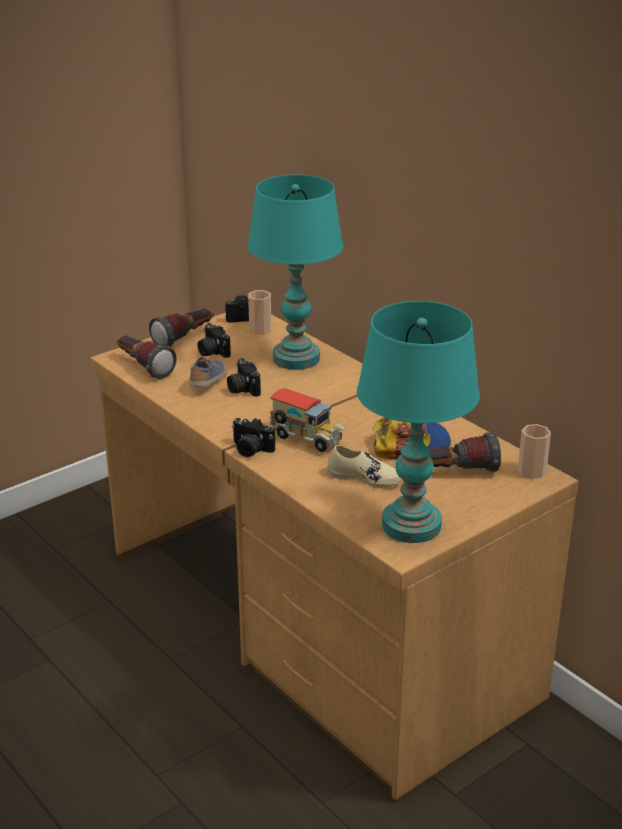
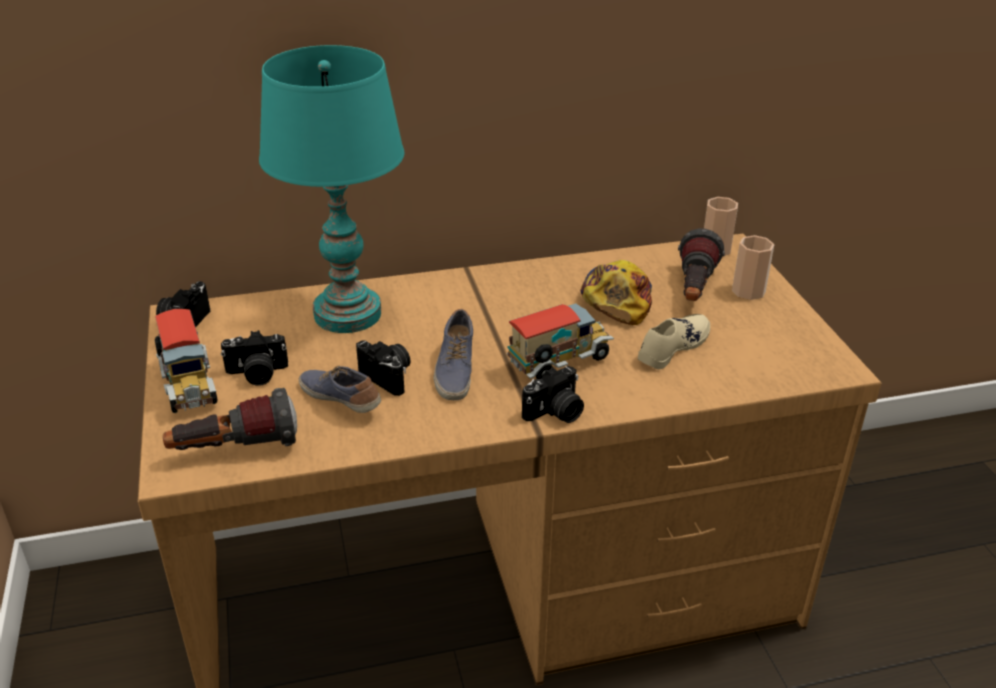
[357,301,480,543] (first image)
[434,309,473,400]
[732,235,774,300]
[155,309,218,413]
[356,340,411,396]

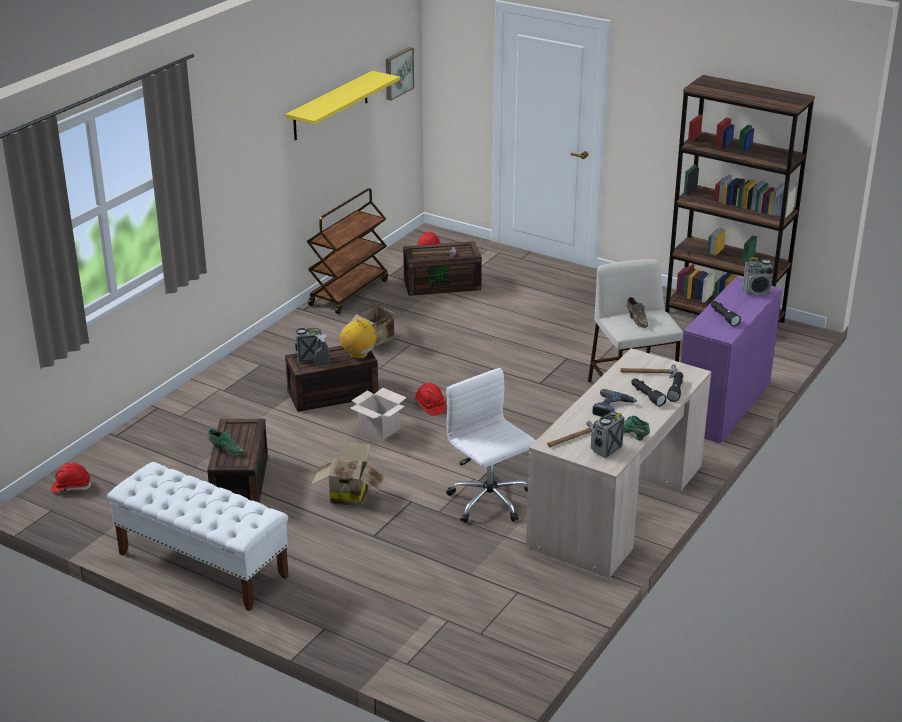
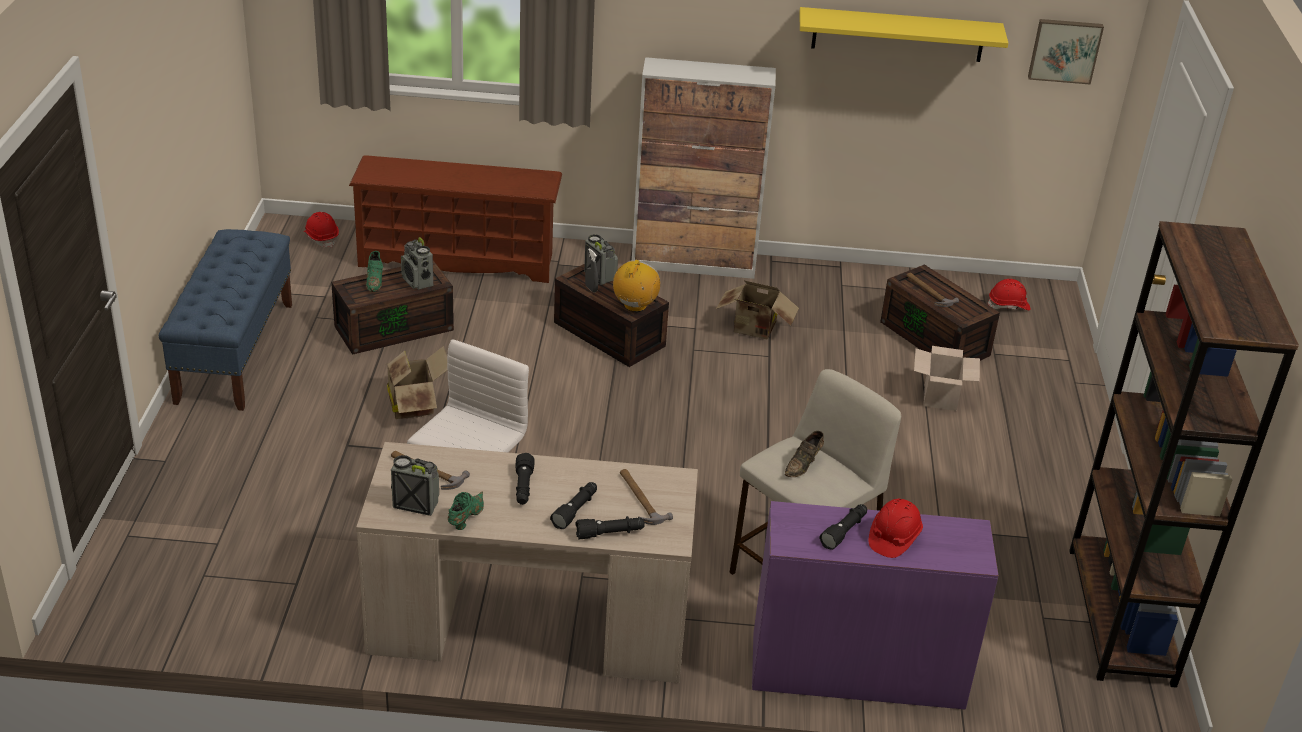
[307,188,388,314] (first image)
[349,155,562,283]
[632,57,776,279]
[914,346,980,411]
[869,499,923,558]
[401,237,433,290]
[515,453,535,505]
[159,229,292,411]

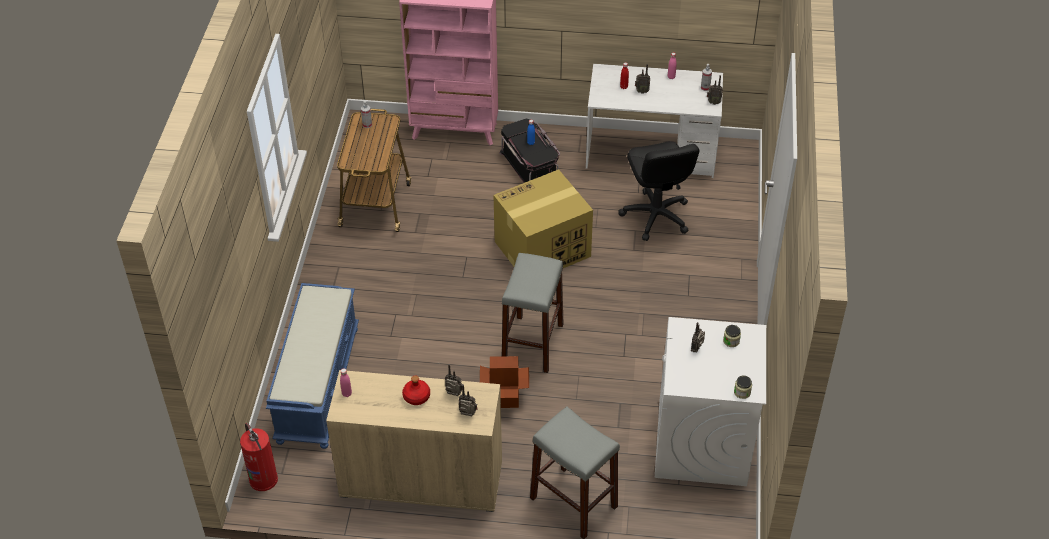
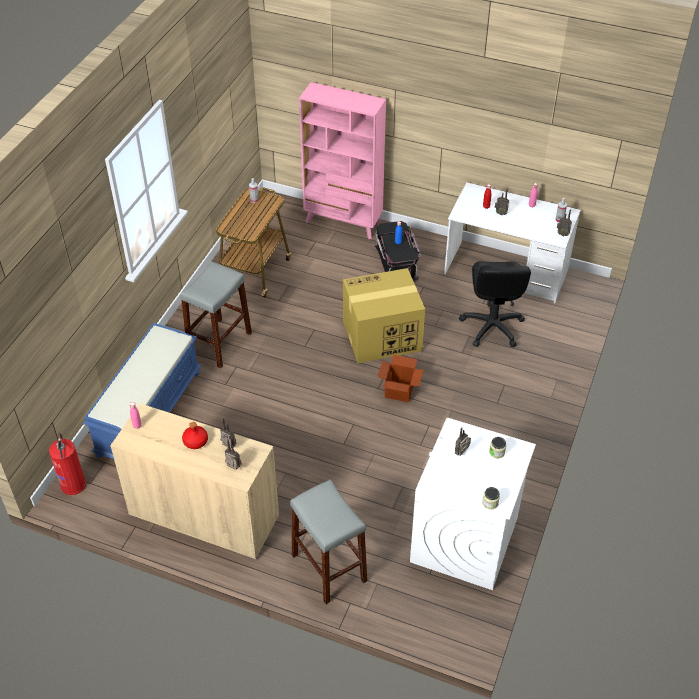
[378,355,424,402]
[180,262,252,368]

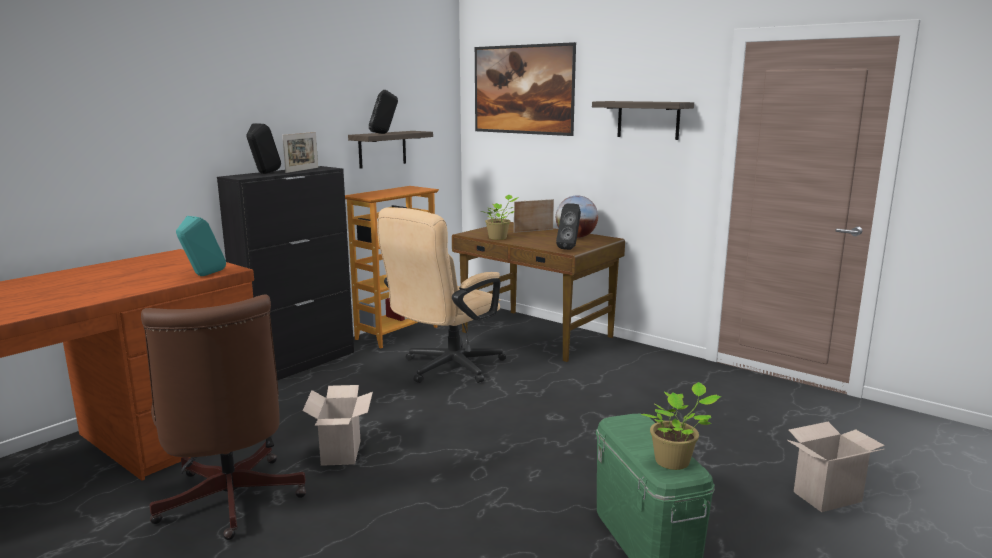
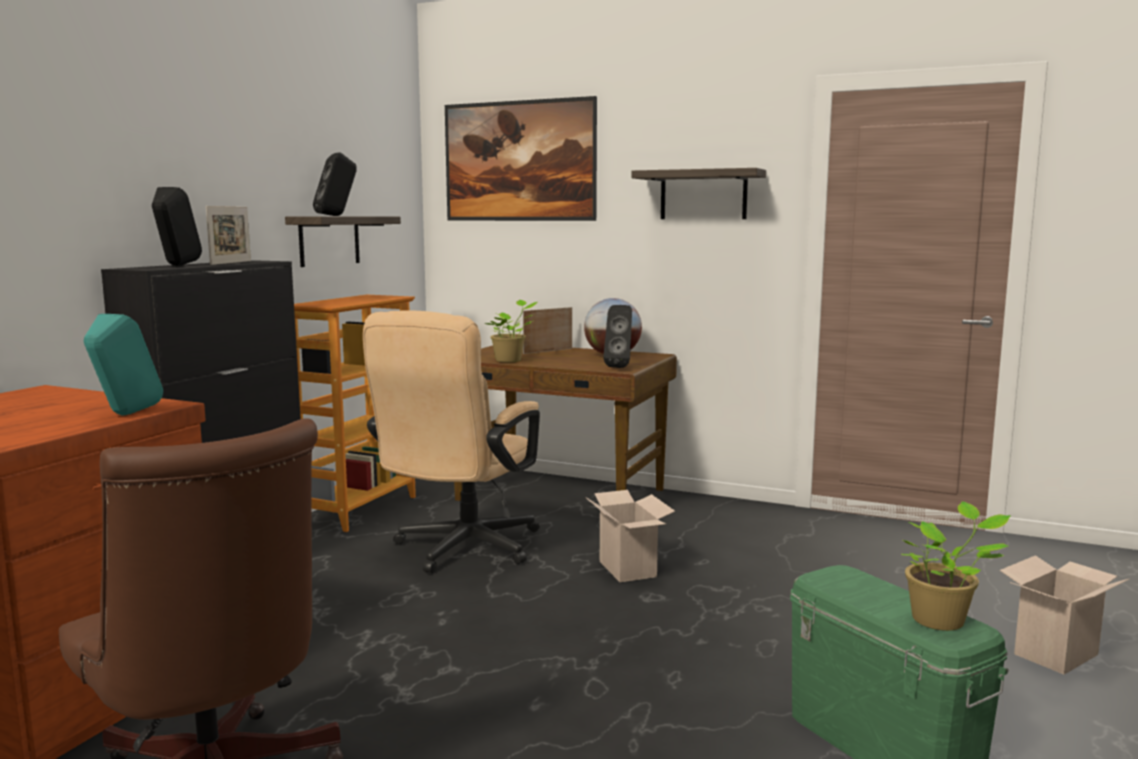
[585,490,675,582]

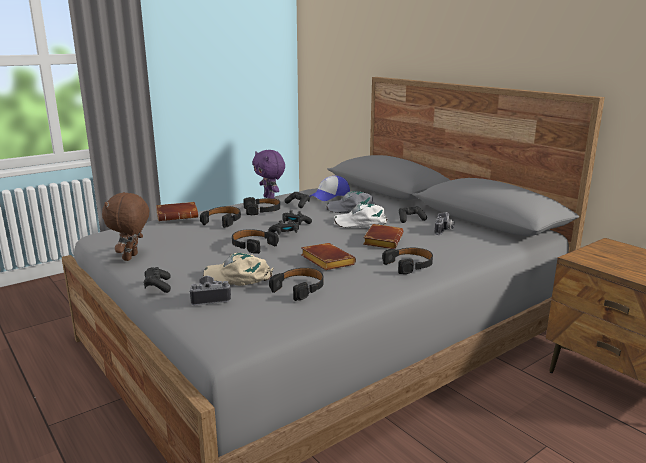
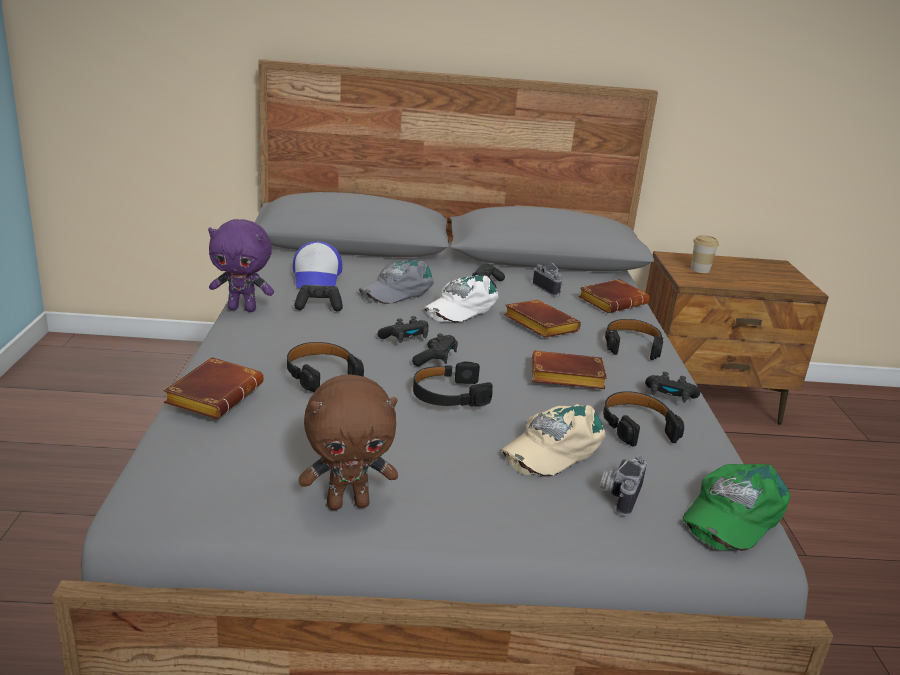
[243,197,280,215] (first image)
[578,279,650,313]
[683,464,790,551]
[691,235,719,273]
[645,372,700,403]
[299,374,398,510]

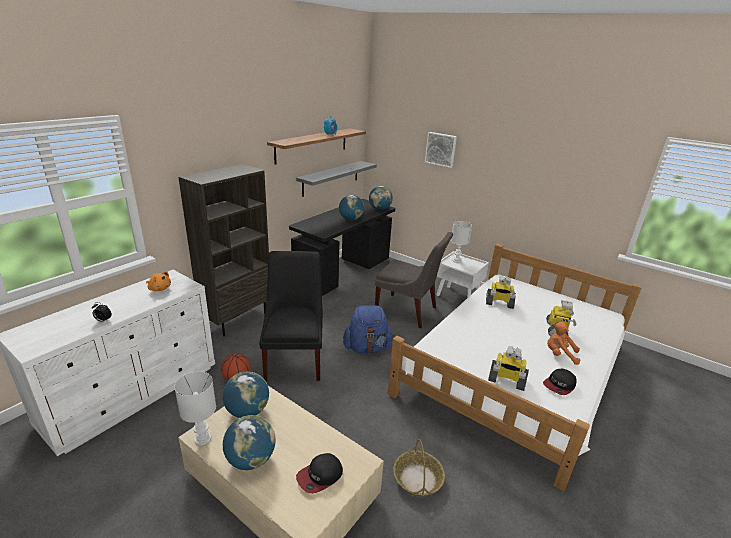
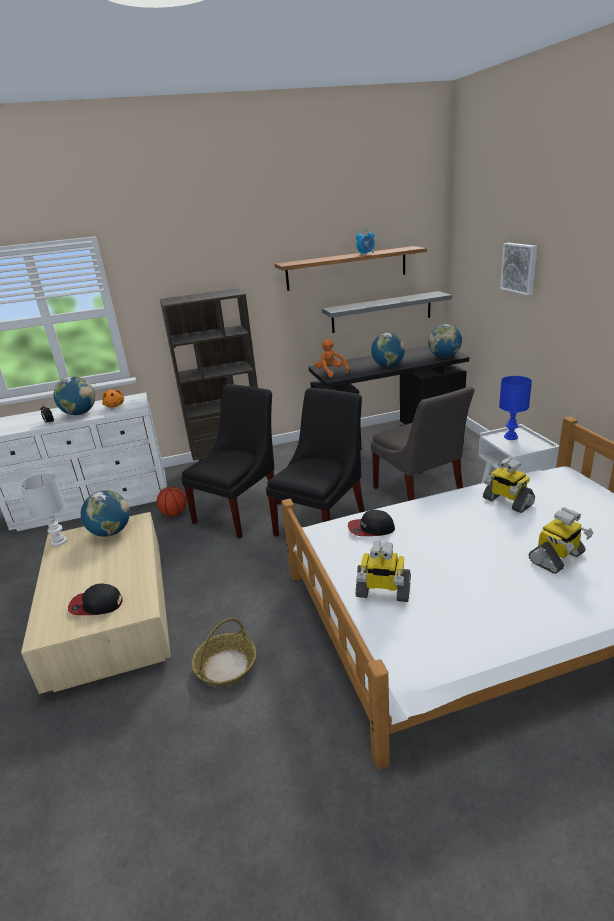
[54,377,95,415]
[348,510,395,536]
[315,339,349,378]
[266,388,365,537]
[499,376,532,440]
[355,541,411,602]

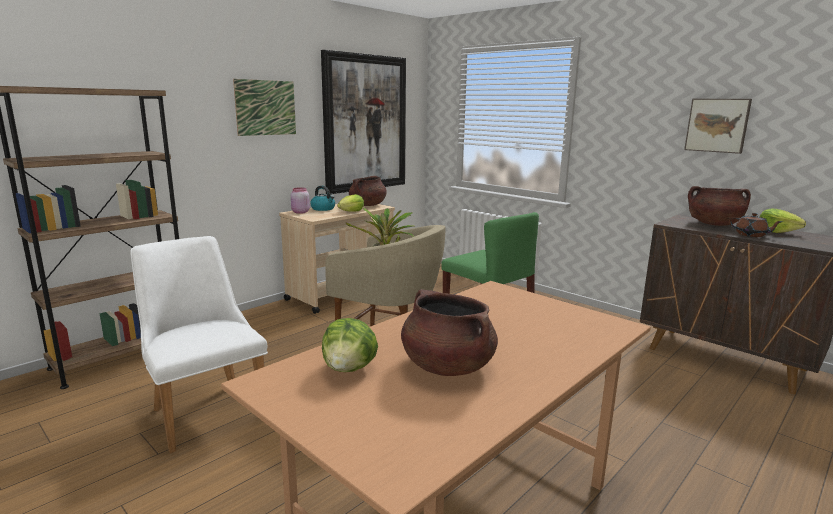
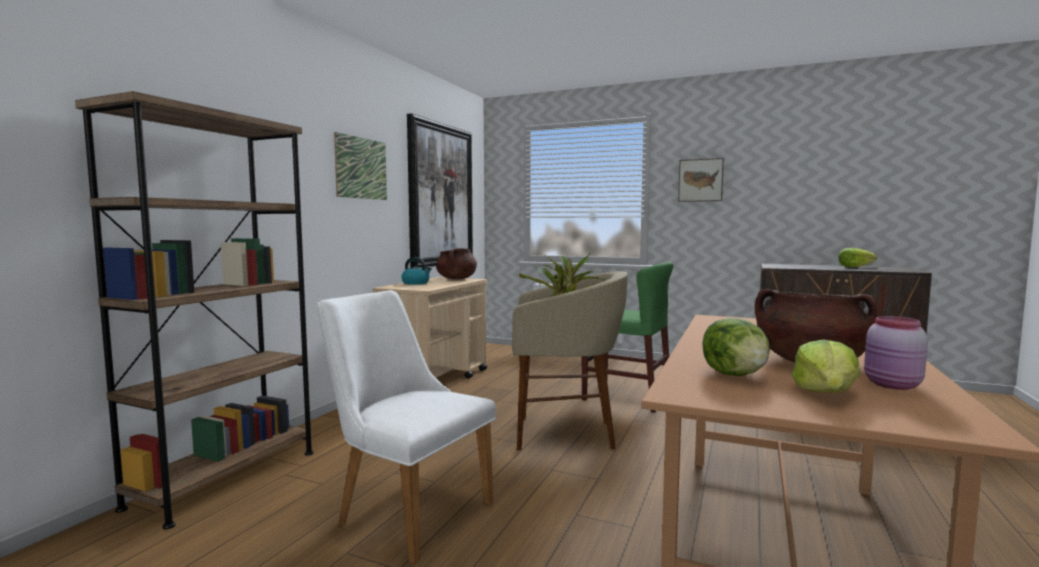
[688,186,751,226] (first image)
[729,213,783,237] (first image)
[864,316,928,390]
[792,339,860,392]
[678,158,724,202]

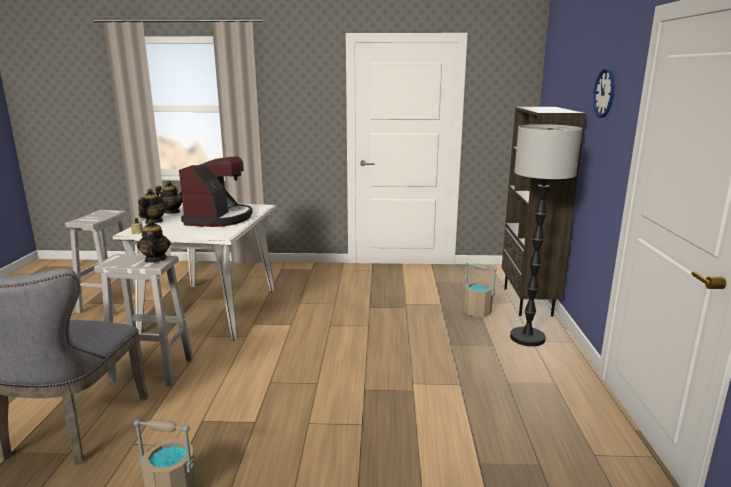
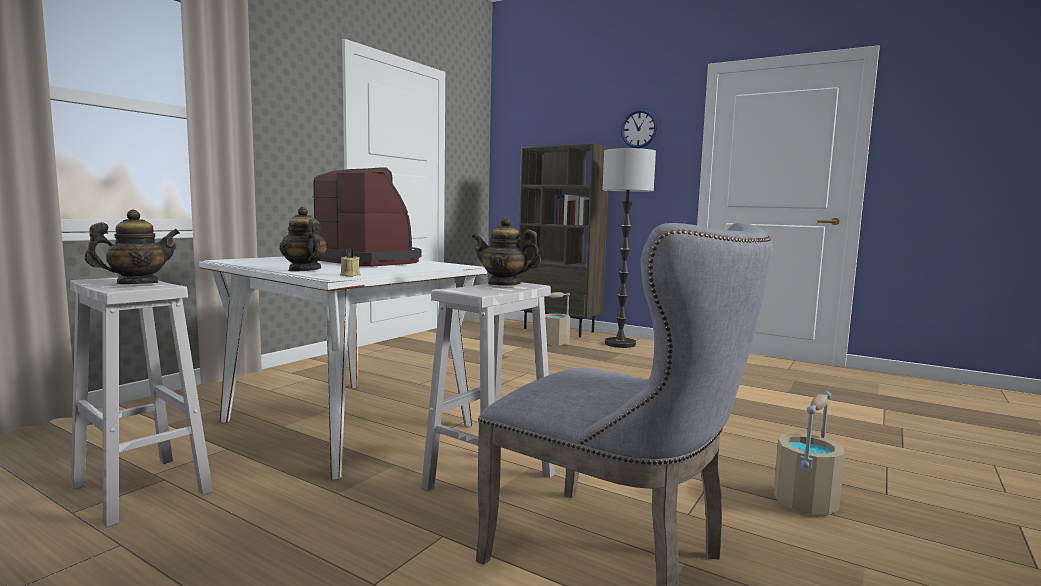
[85,210,180,284]

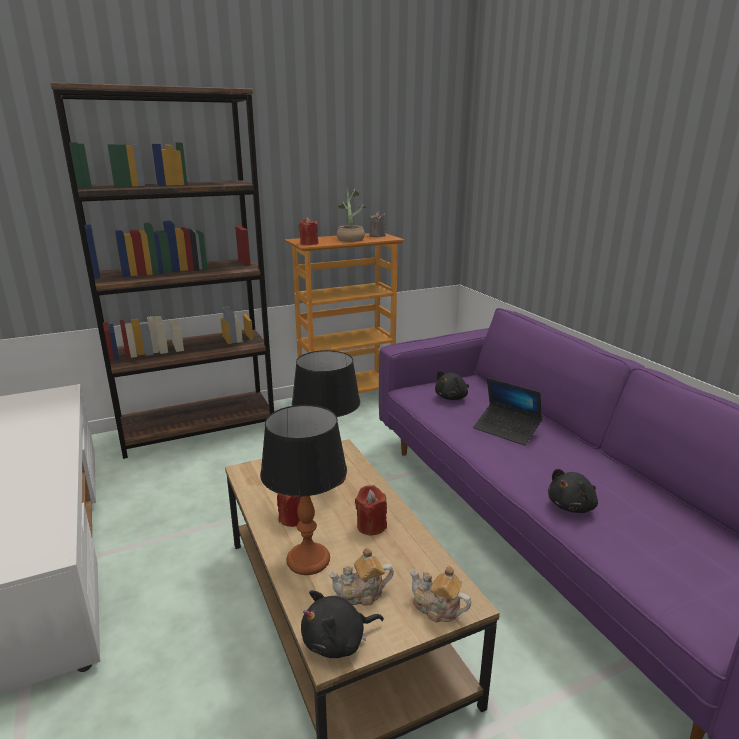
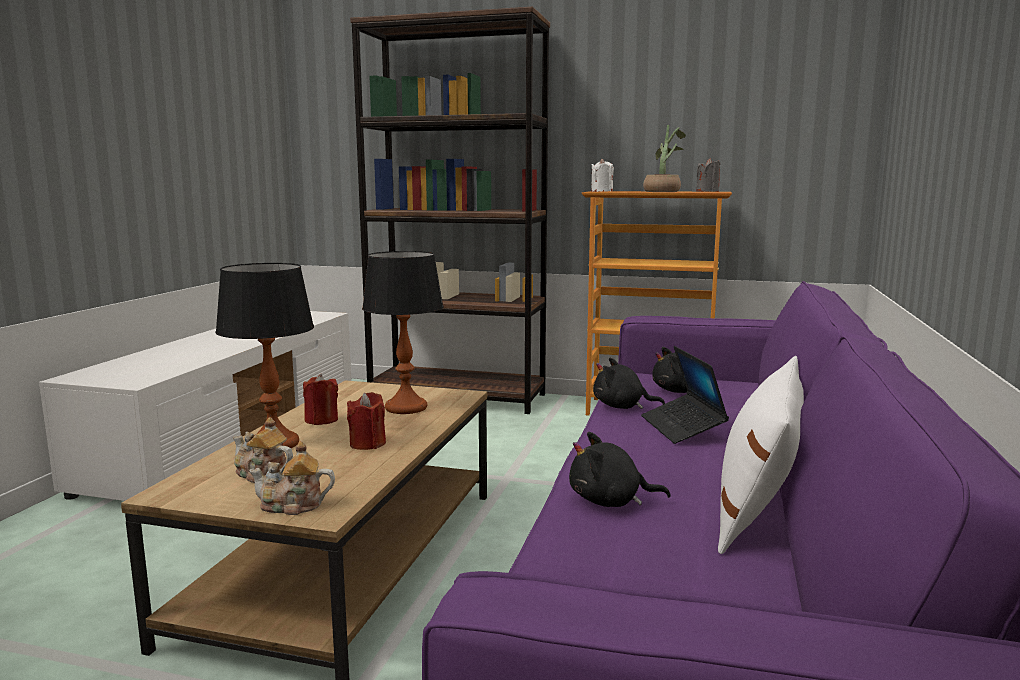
[718,356,804,554]
[593,358,665,409]
[591,159,614,192]
[249,441,335,515]

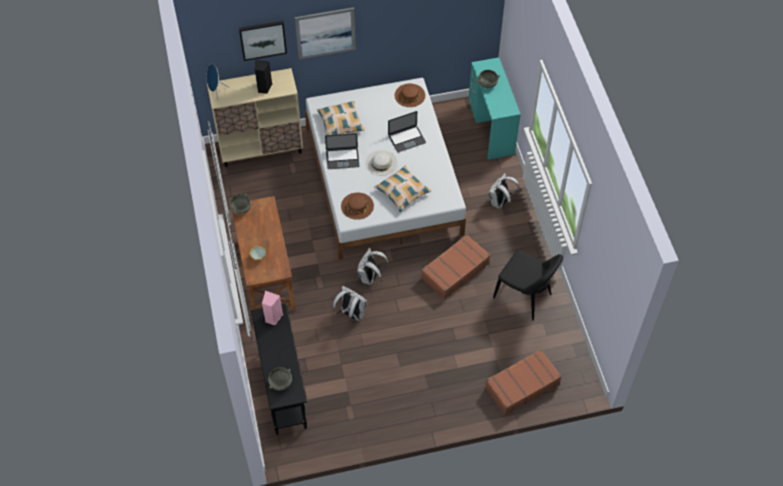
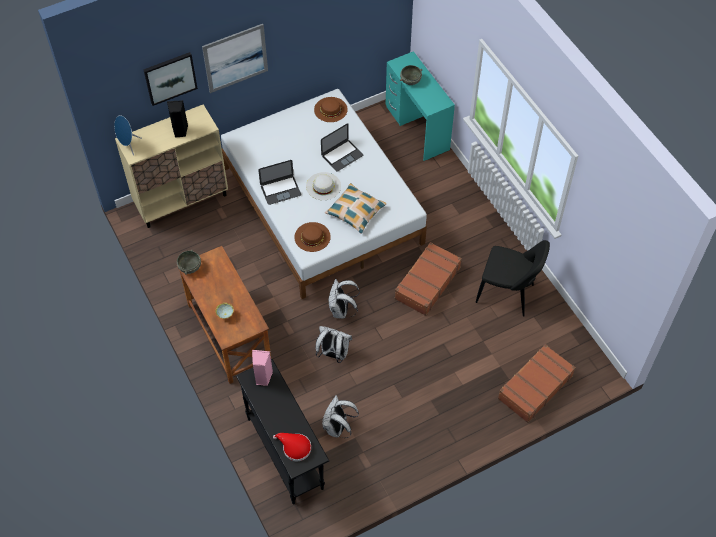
[317,101,365,135] (first image)
[322,395,359,438]
[273,433,311,461]

